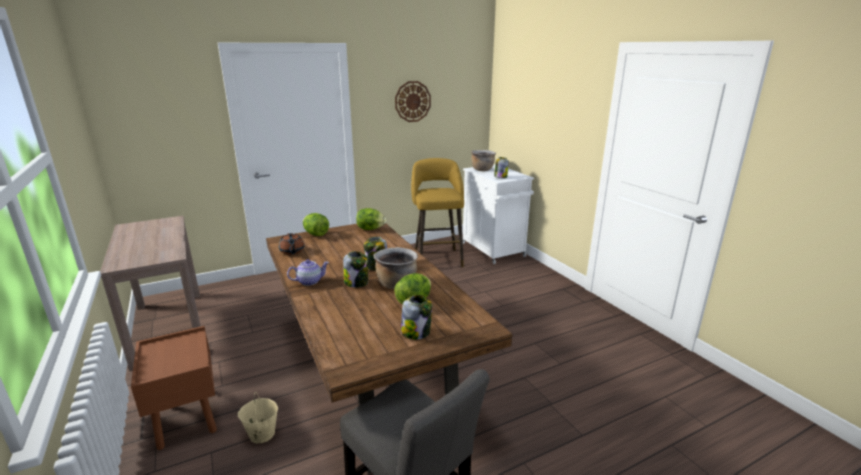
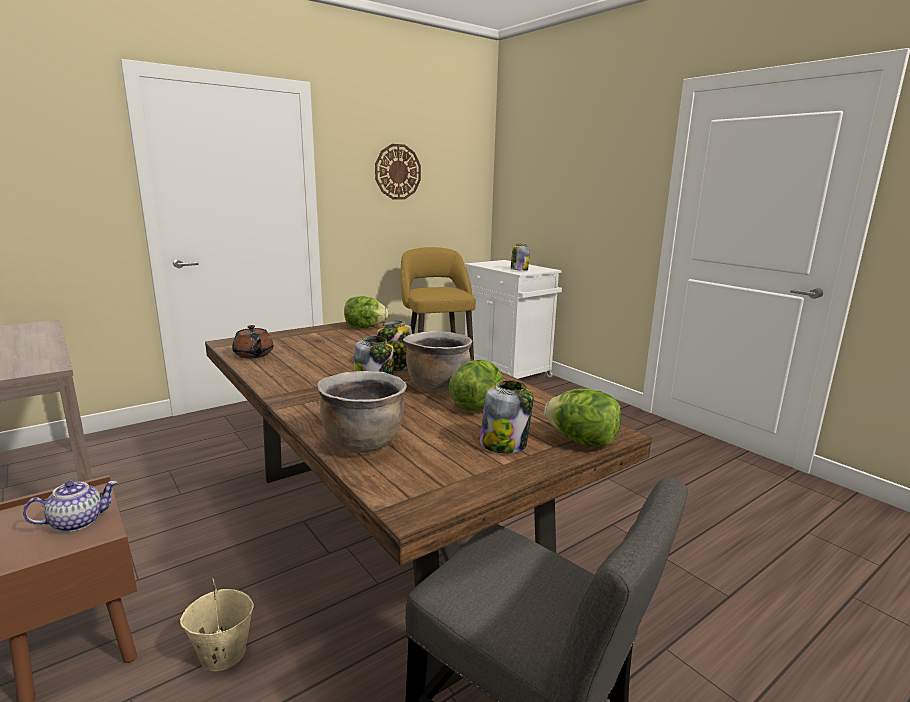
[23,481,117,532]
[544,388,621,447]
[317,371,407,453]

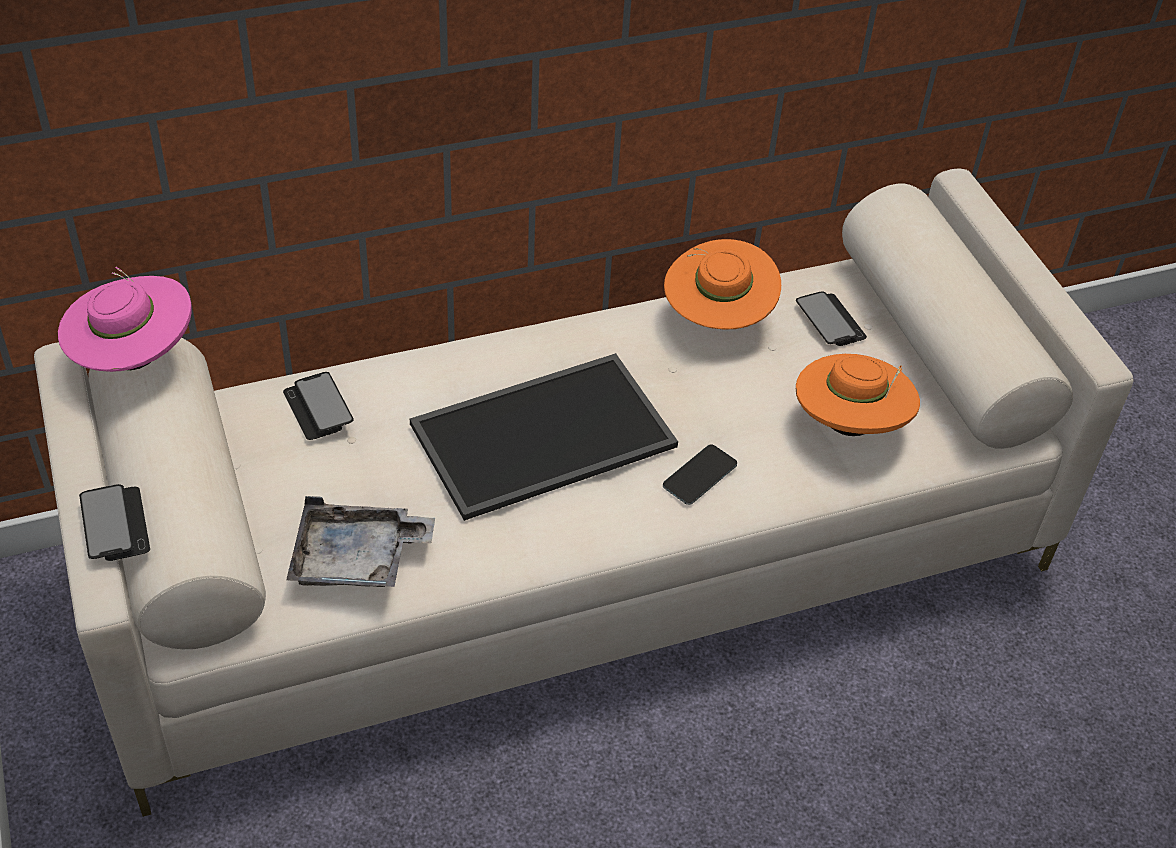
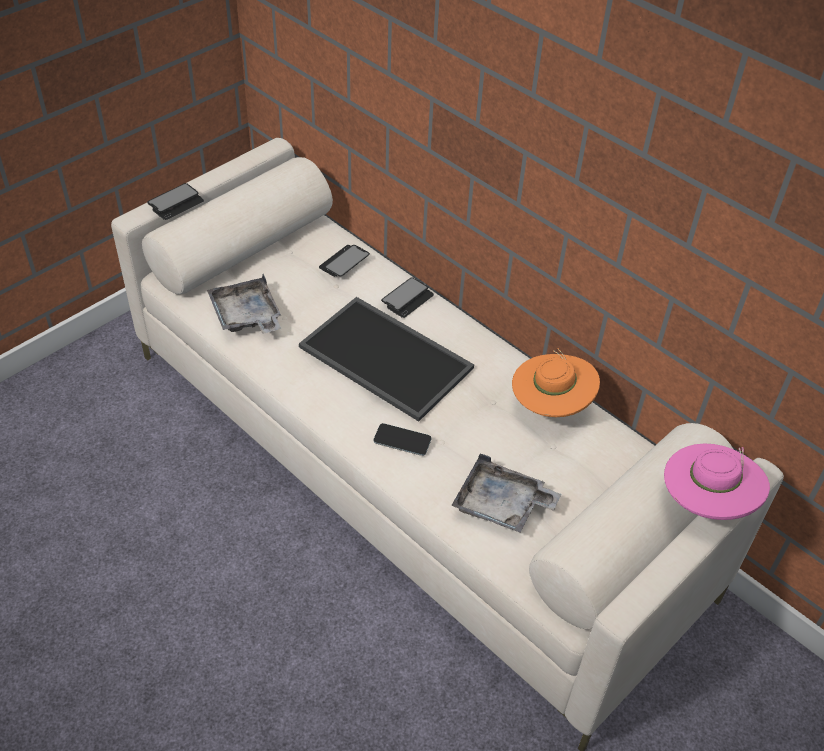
[664,443,770,520]
[381,277,434,318]
[451,453,561,533]

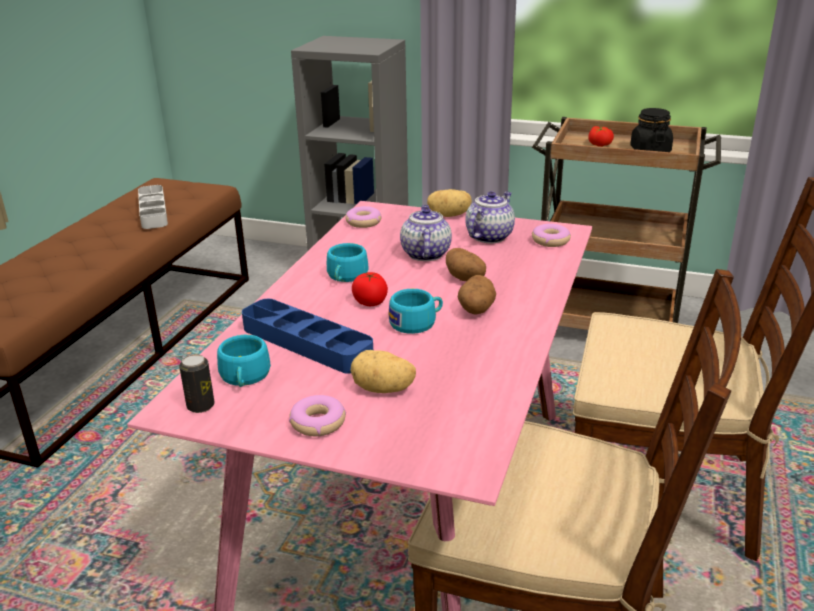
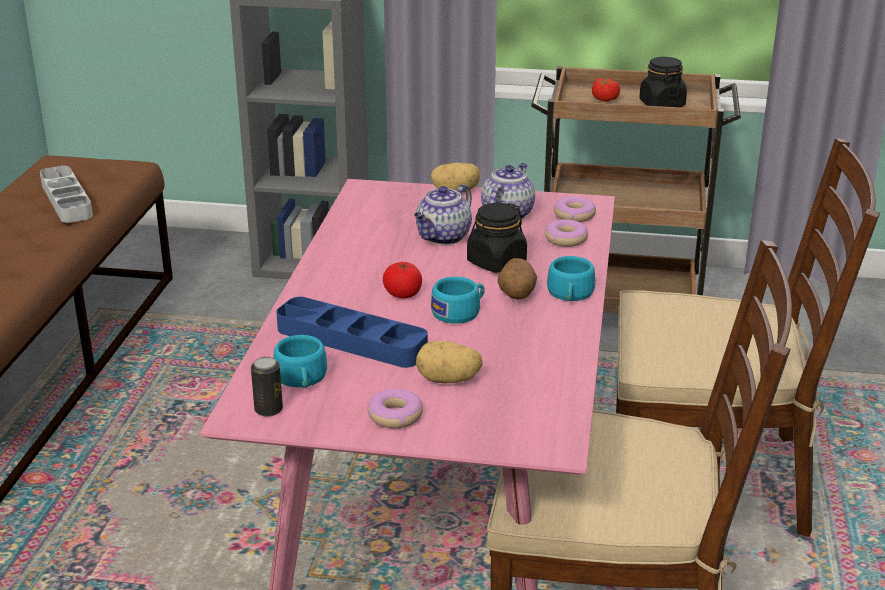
[547,256,595,301]
[545,219,588,247]
[467,203,527,273]
[414,184,472,245]

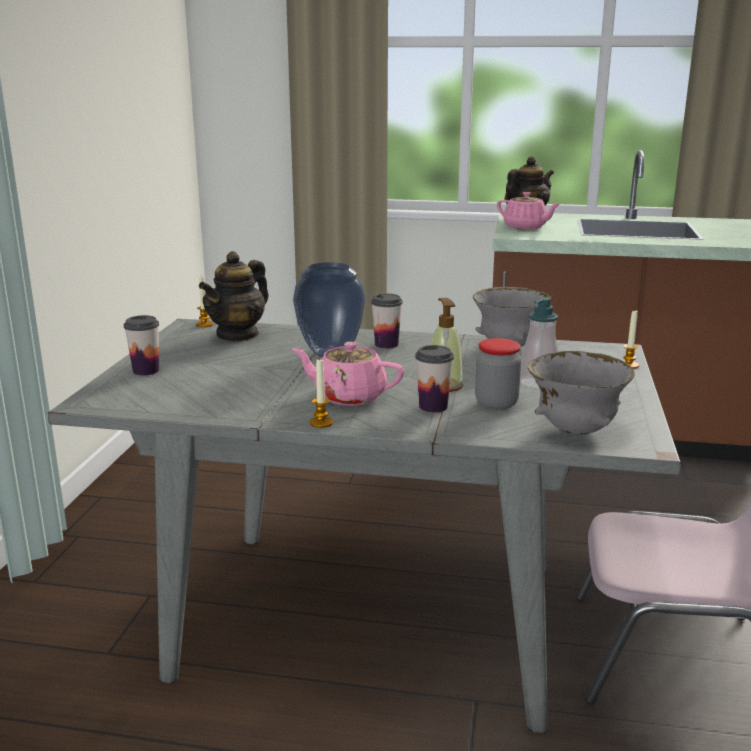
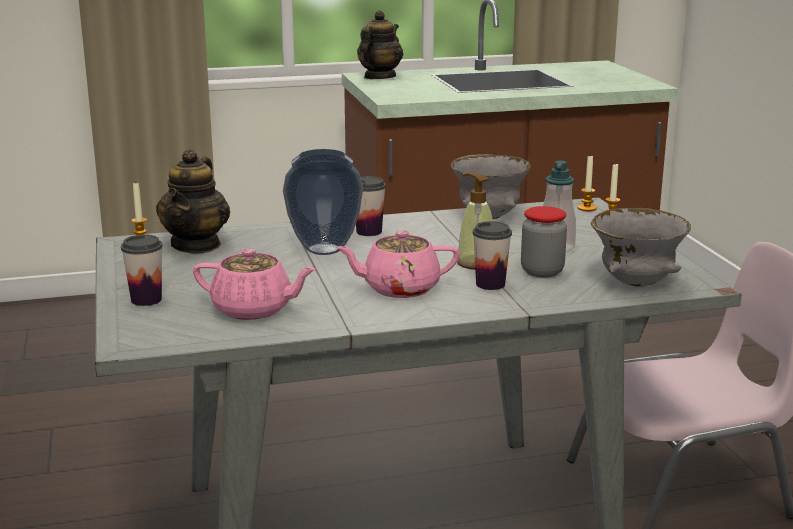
[578,154,597,211]
[193,248,316,320]

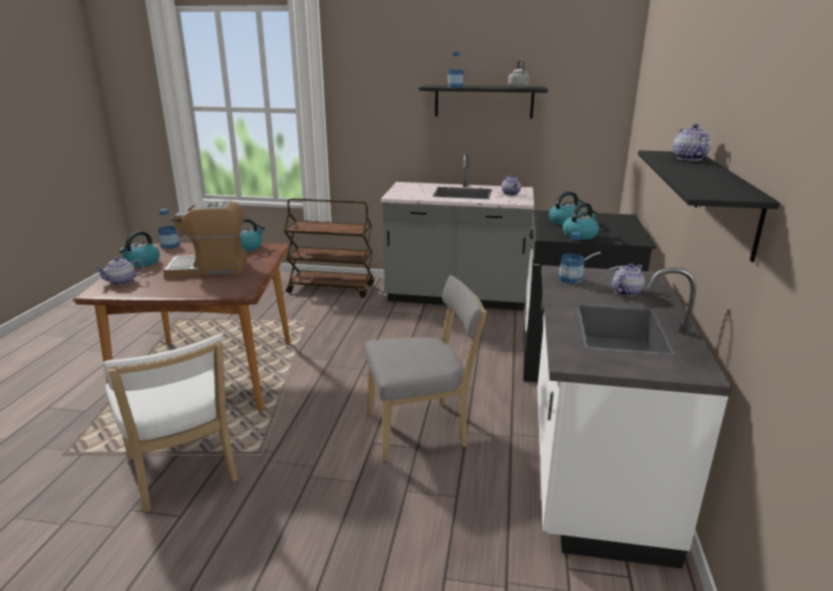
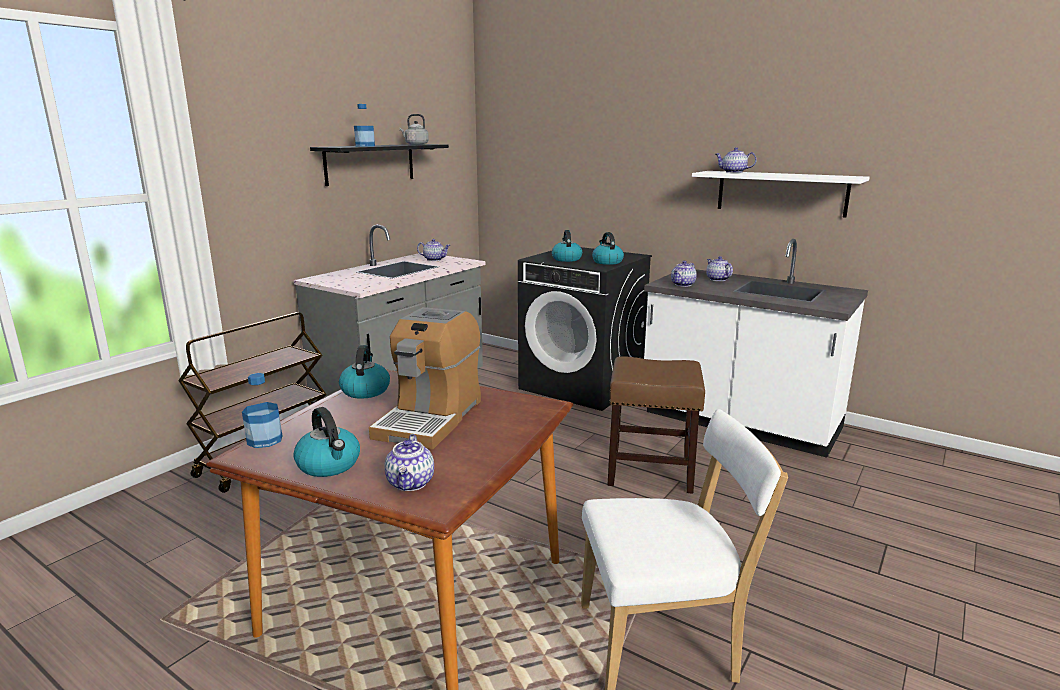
[608,356,705,494]
[671,261,697,287]
[692,171,869,218]

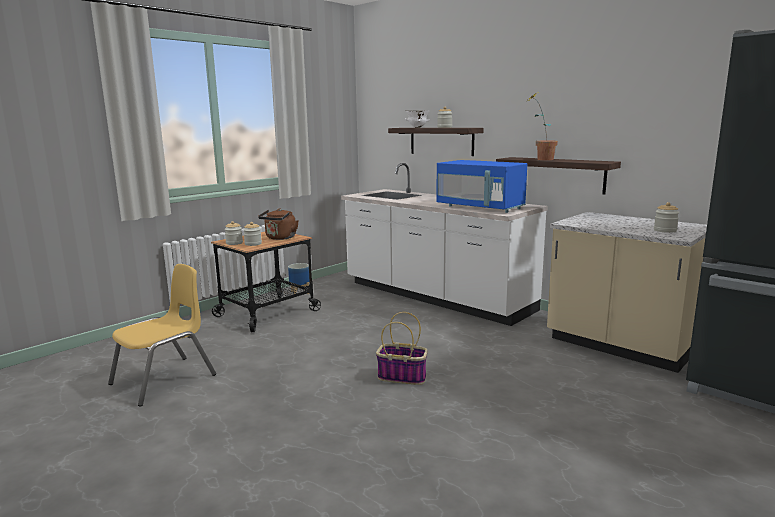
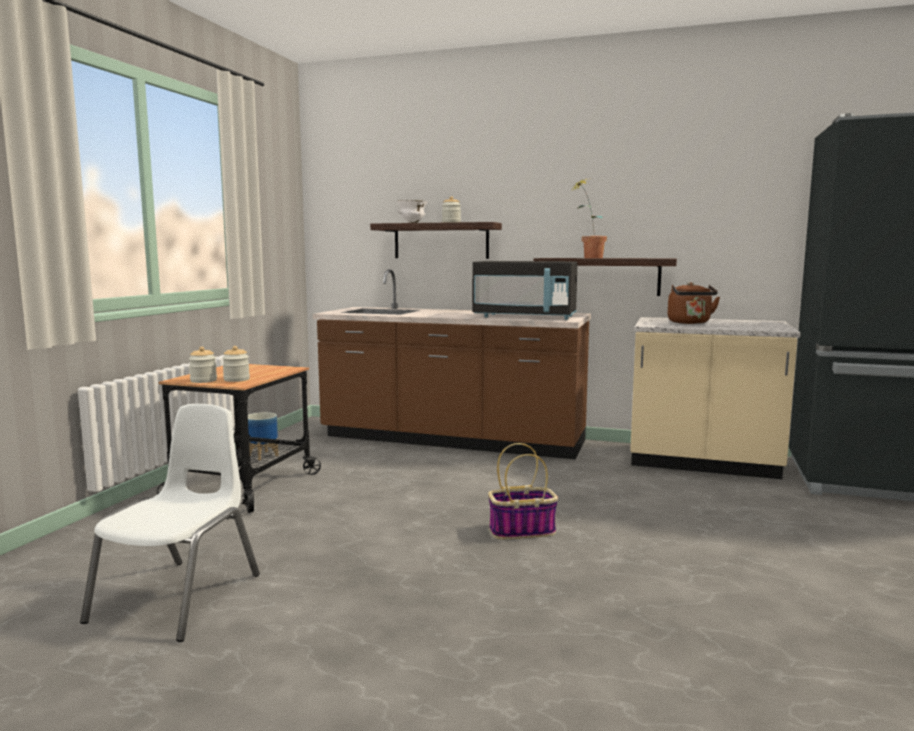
[654,202,679,233] (first image)
[668,282,720,324]
[80,404,260,642]
[313,269,591,459]
[472,261,578,320]

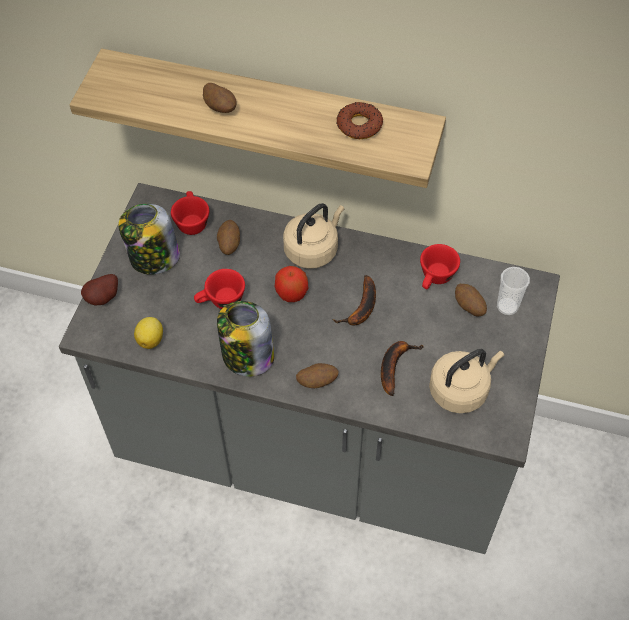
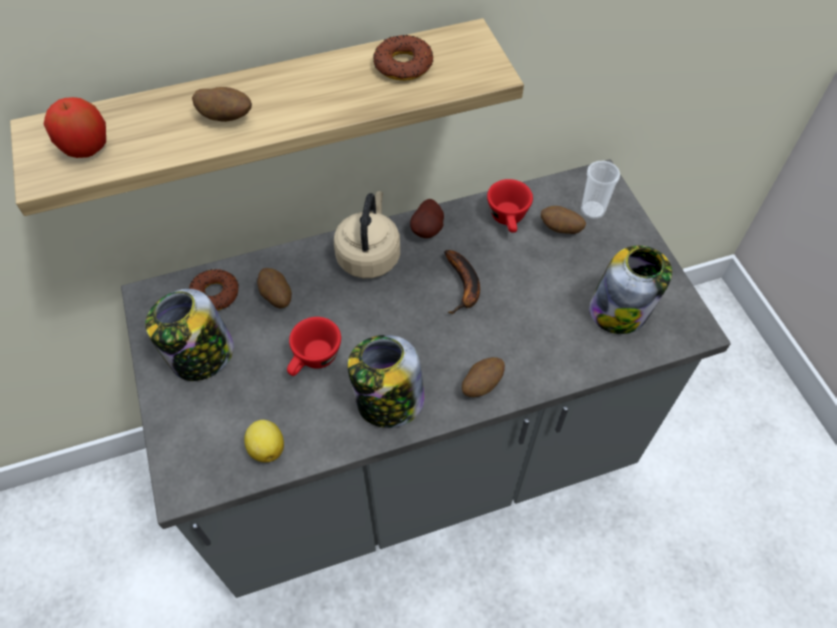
[381,341,424,396] (first image)
[410,199,444,238]
[44,97,106,158]
[189,269,239,310]
[589,246,672,334]

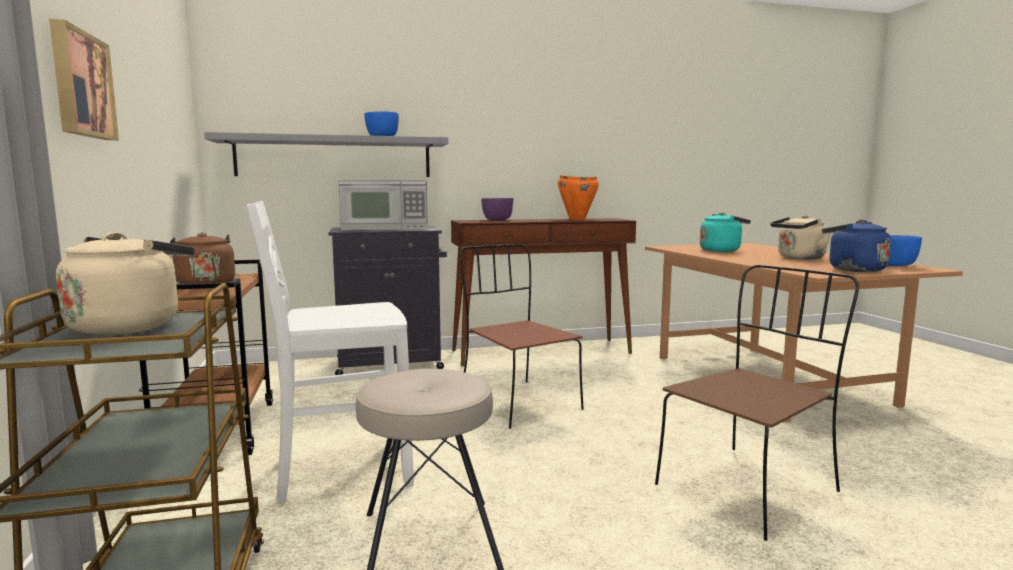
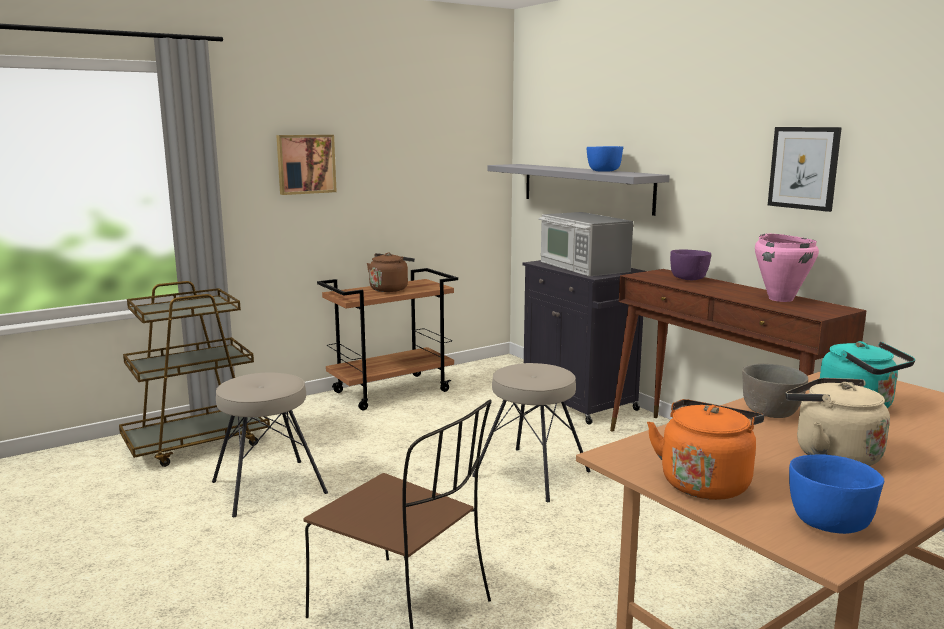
[56,232,195,335] (first image)
[246,201,414,503] (first image)
[742,364,808,418]
[768,127,842,212]
[472,363,591,502]
[755,234,819,302]
[647,399,764,500]

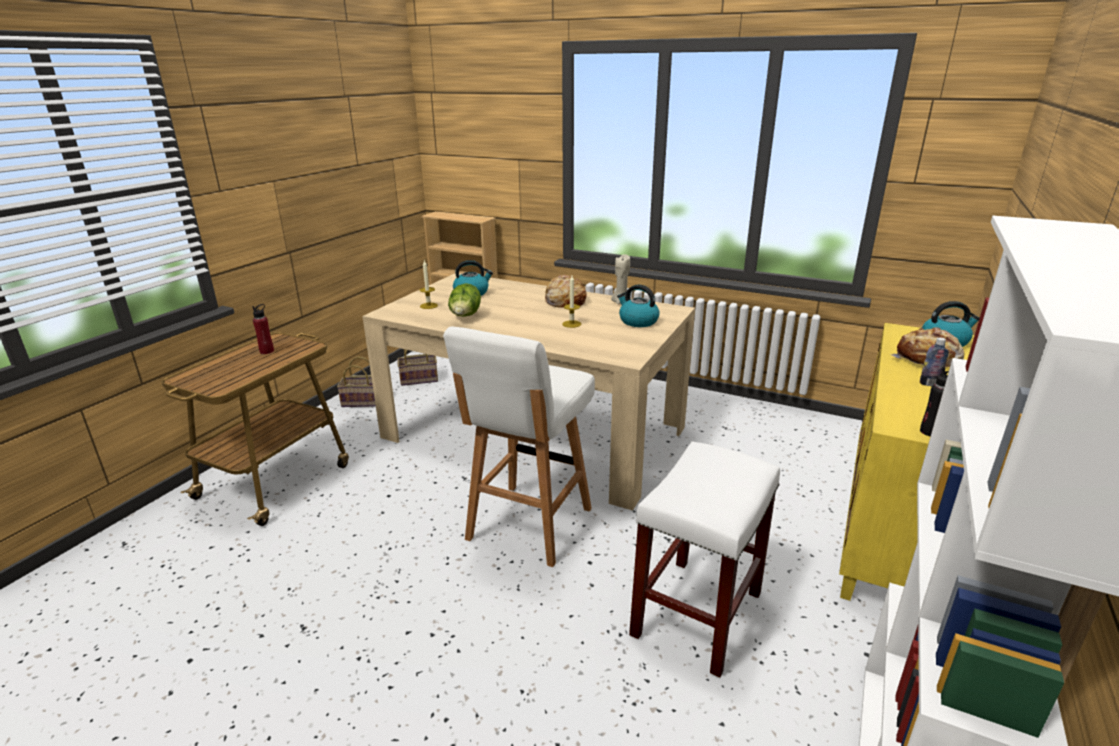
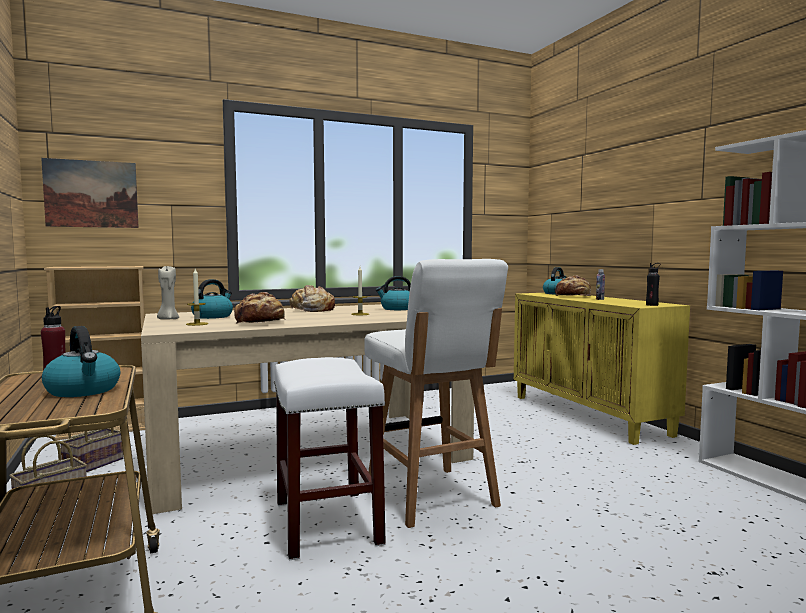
[41,158,139,228]
[42,326,121,397]
[157,266,179,319]
[274,357,386,560]
[234,292,285,324]

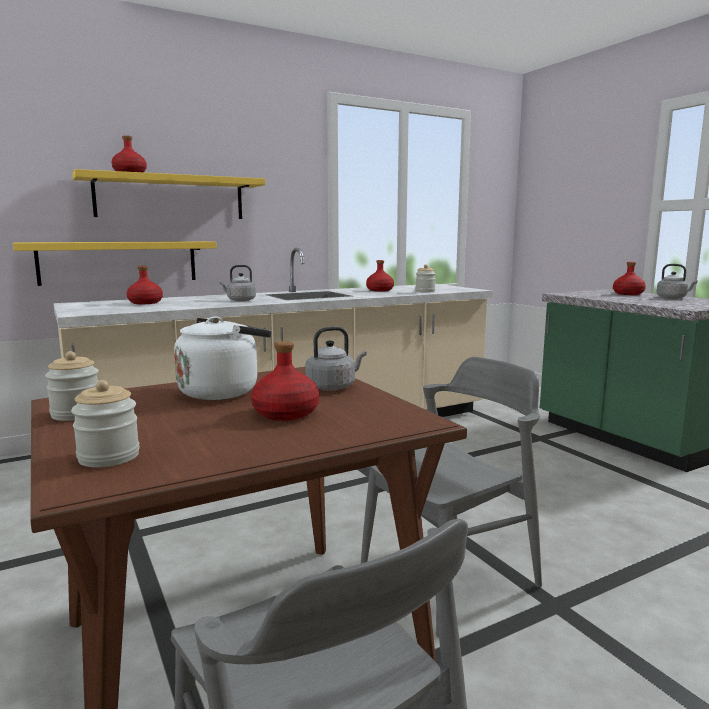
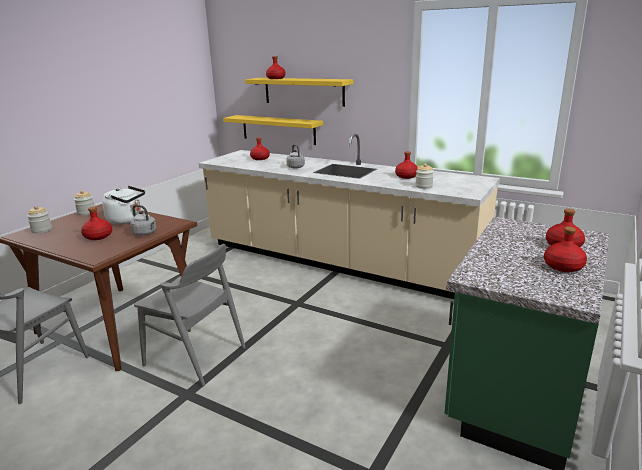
[544,226,587,272]

